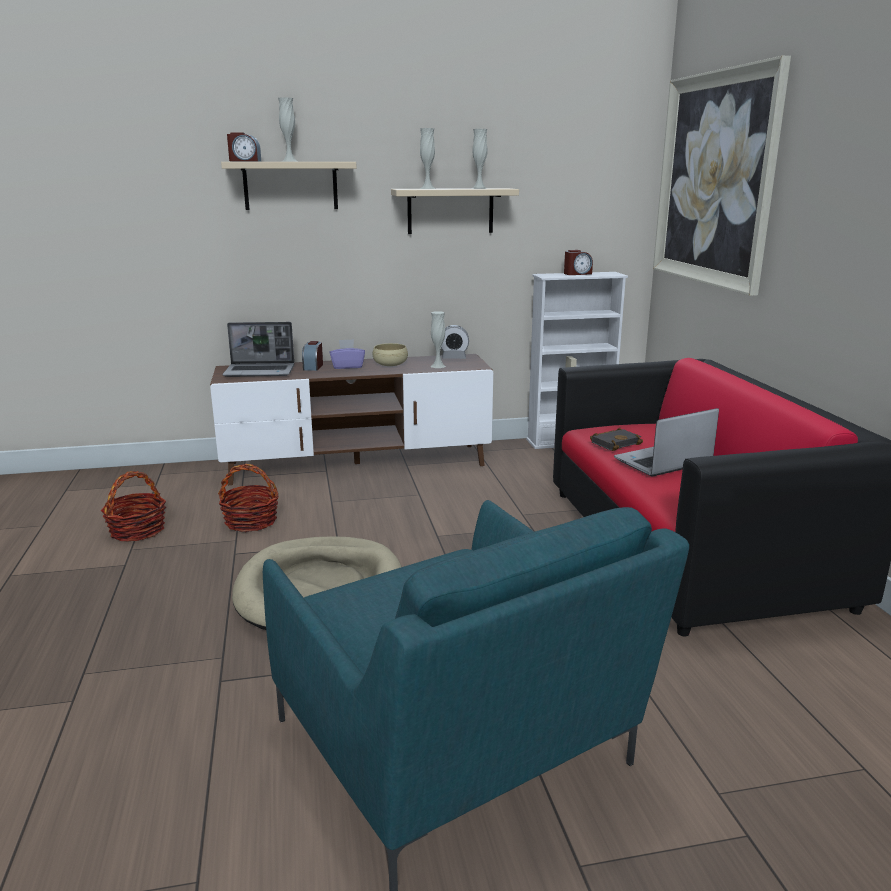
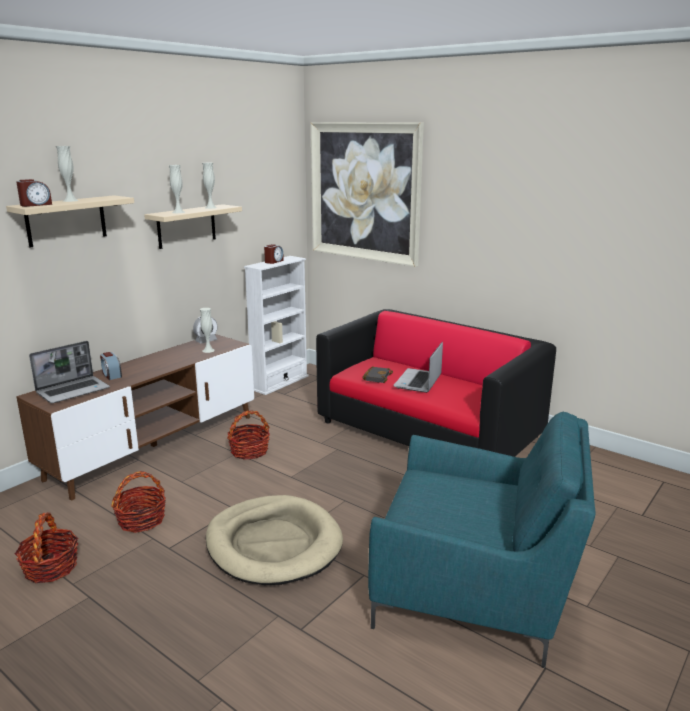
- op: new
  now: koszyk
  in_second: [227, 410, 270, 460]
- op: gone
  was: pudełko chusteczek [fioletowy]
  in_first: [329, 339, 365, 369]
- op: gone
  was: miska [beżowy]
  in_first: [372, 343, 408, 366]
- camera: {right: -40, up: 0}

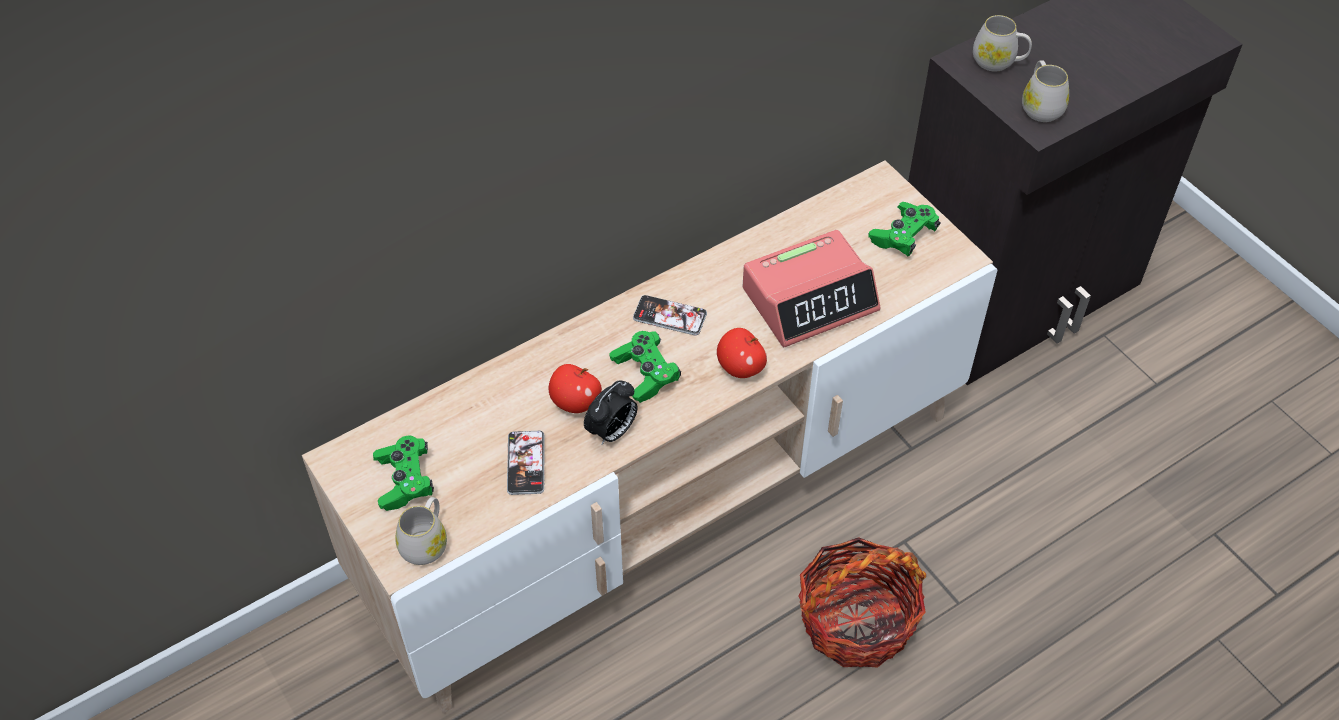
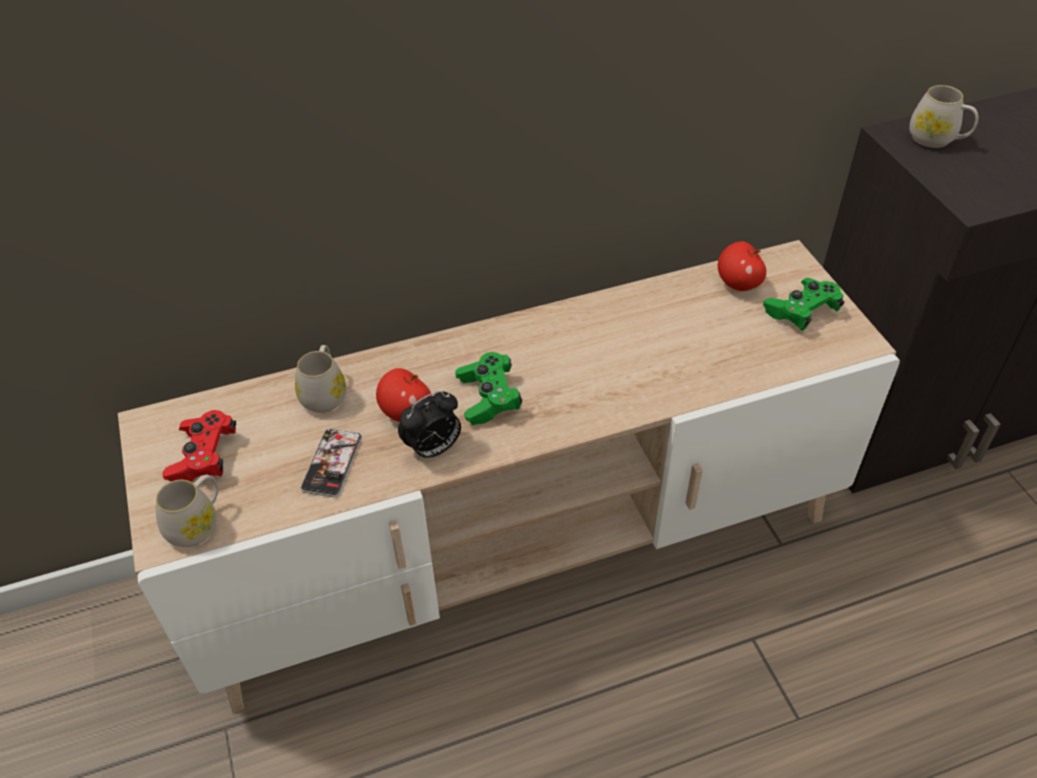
- op: repainted
  was: pad do gier [zielony]
  now: pad do gier [czerwony]
  in_first: [373, 436, 434, 511]
  in_second: [162, 410, 236, 482]
- op: shifted
  was: kubek [biały]
  in_first: [1022, 60, 1069, 122]
  in_second: [295, 345, 346, 413]
- op: shifted
  was: jabłko
  in_first: [717, 328, 767, 378]
  in_second: [718, 241, 767, 291]
- op: gone
  was: telefon
  in_first: [633, 295, 707, 335]
- op: gone
  was: budzik
  in_first: [742, 230, 880, 347]
- op: gone
  was: koszyk
  in_first: [798, 537, 926, 667]
- camera: {right: 15, up: -5}

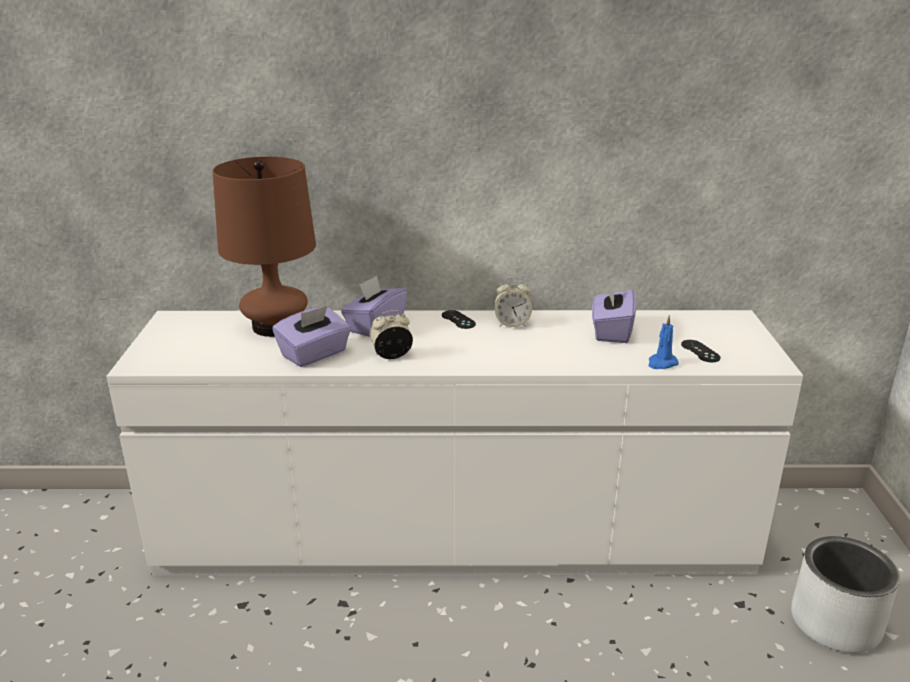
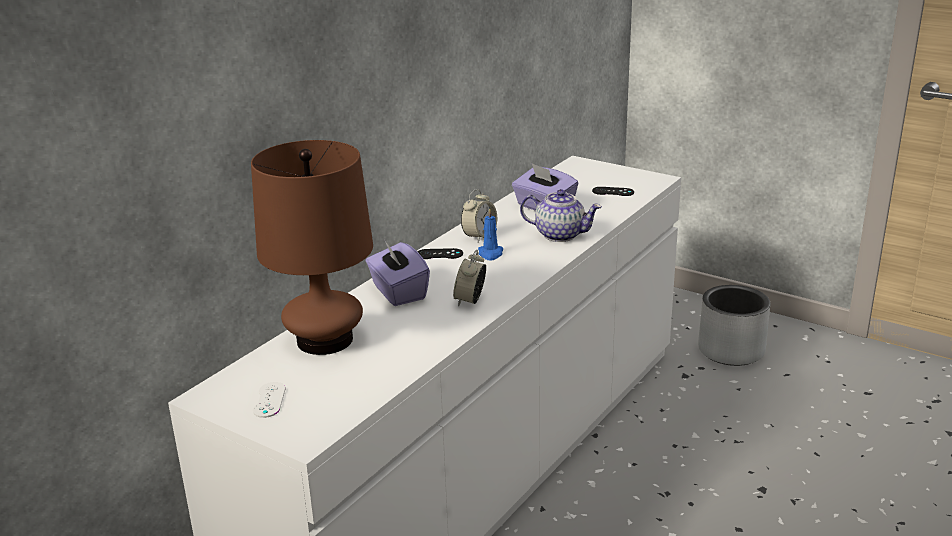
- op: new
  now: pad do gier [biały]
  in_second: [253, 382, 286, 418]
- op: shifted
  was: świeca [niebieski]
  in_first: [648, 315, 679, 369]
  in_second: [478, 208, 504, 260]
- op: new
  now: imbryk
  in_second: [520, 189, 602, 242]
- op: gone
  was: pudełko chusteczek [fioletowy]
  in_first: [272, 306, 351, 367]
- camera: {right: -55, up: 0}

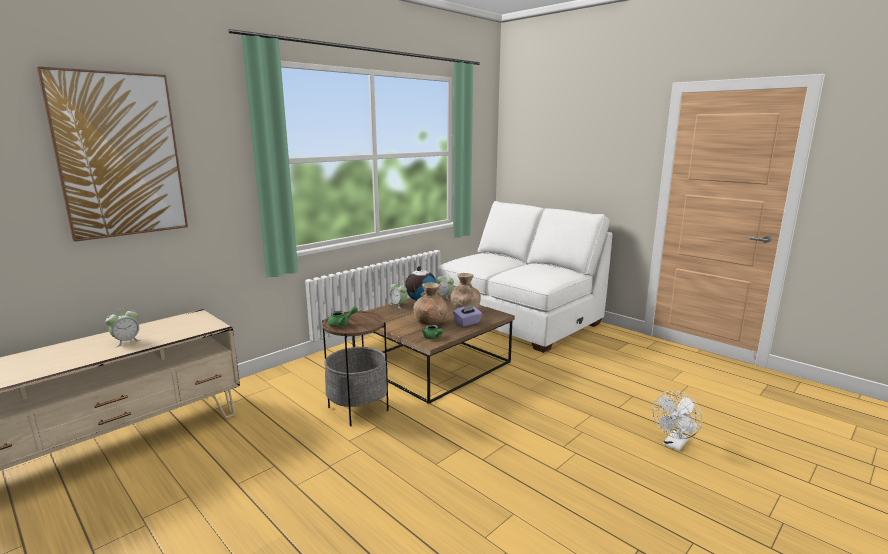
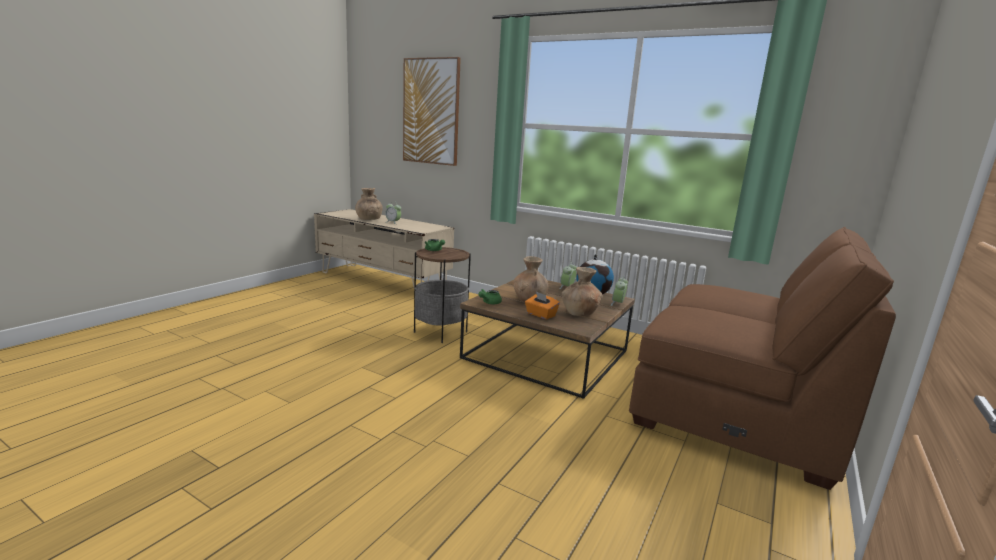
- op: new
  now: wazon [brązowy]
  in_second: [355, 188, 383, 220]
- op: repainted
  was: pudełko chusteczek [fioletowy]
  now: pudełko chusteczek [pomarańczowy]
  in_first: [453, 304, 482, 327]
  in_second: [525, 292, 560, 319]
- op: repainted
  was: kanapa [biały]
  now: kanapa [brązowy]
  in_first: [437, 201, 613, 353]
  in_second: [629, 227, 896, 490]
- op: gone
  was: wentylator [biały]
  in_first: [652, 391, 702, 451]
- camera: {right: 75, up: 0}

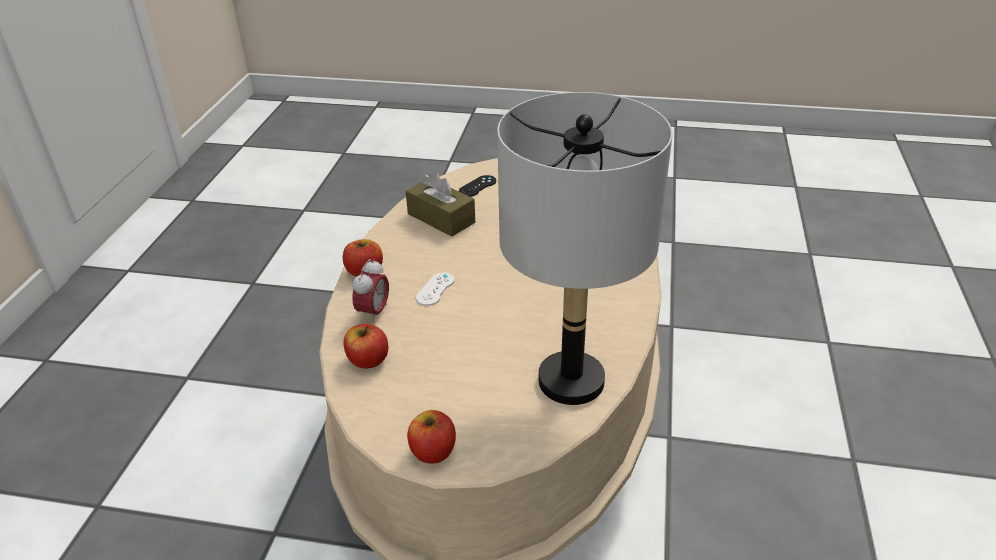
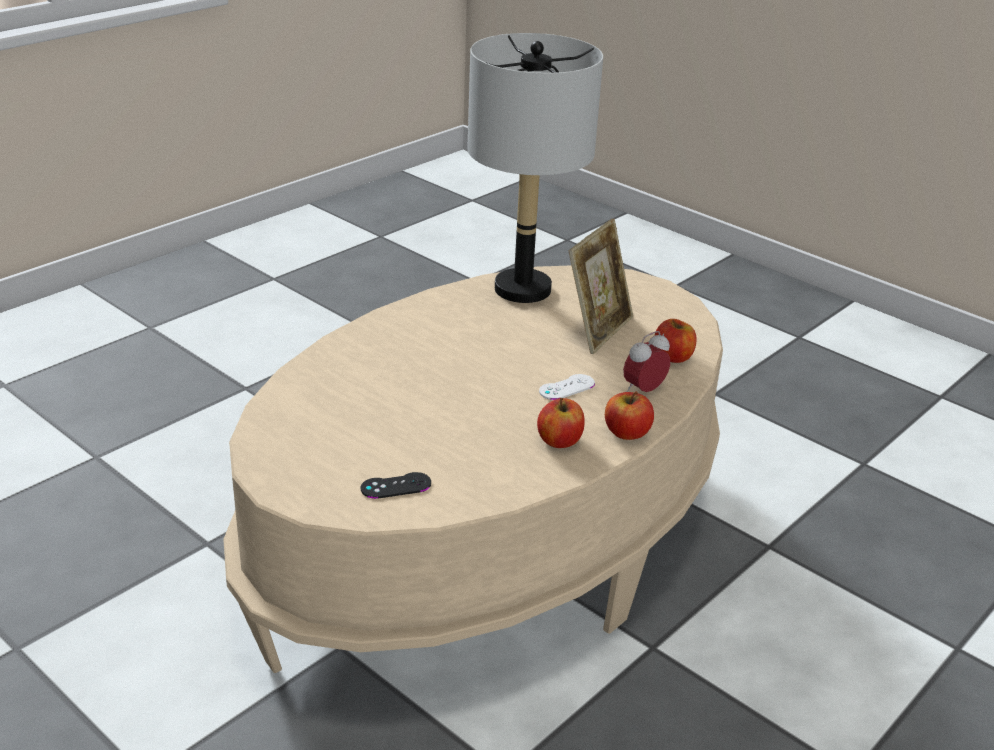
- op: shifted
  was: jabłko
  in_first: [407, 410, 456, 464]
  in_second: [537, 398, 585, 448]
- op: new
  now: ramka na zdjęcie
  in_second: [569, 218, 633, 354]
- op: gone
  was: pudełko chusteczek [brązowy]
  in_first: [406, 171, 475, 237]
- camera: {right: -150, up: -5}

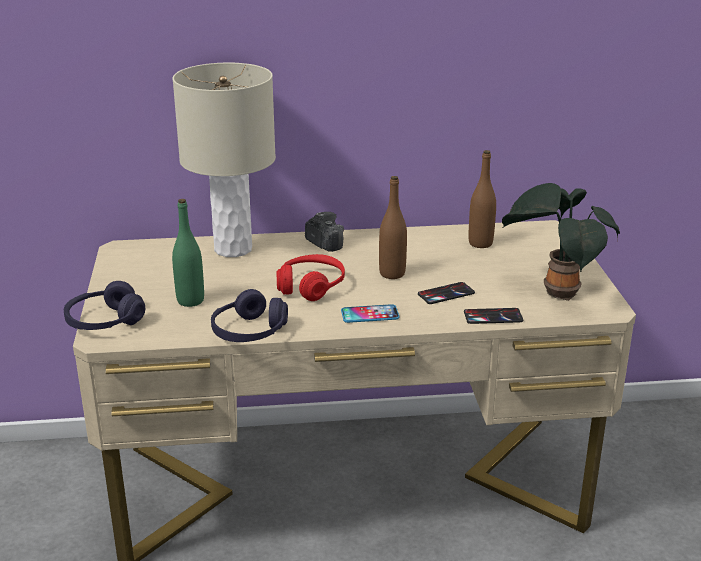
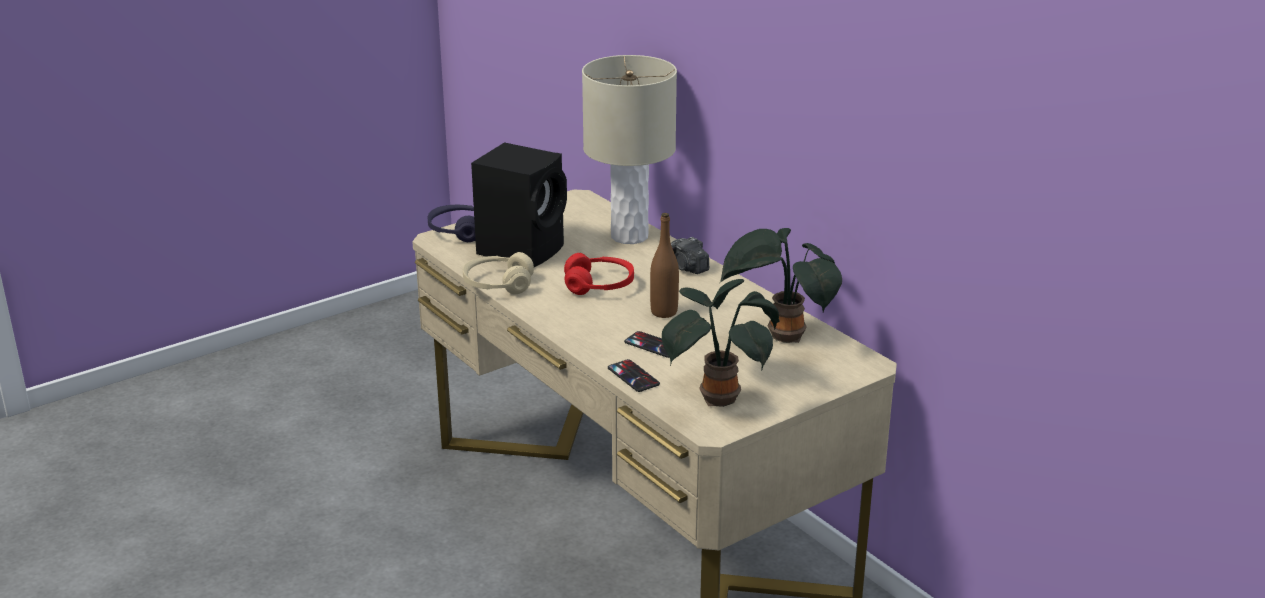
- op: repainted
  was: słuchawki [fioletowy]
  now: słuchawki [beżowy]
  in_first: [211, 289, 288, 342]
  in_second: [463, 252, 534, 294]
- op: swapped
  was: butelka [zielony]
  now: głośnik [czarny]
  in_first: [172, 199, 204, 307]
  in_second: [471, 142, 567, 267]
- op: rotated
  was: aparat fotograficzny
  in_first: [305, 212, 344, 252]
  in_second: [671, 237, 709, 274]
  clockwise: 120
- op: swapped
  was: butelka [brązowy]
  now: roślina doniczkowa
  in_first: [469, 150, 496, 248]
  in_second: [721, 228, 842, 343]
- op: gone
  was: telefon
  in_first: [341, 304, 399, 323]
- camera: {right: 60, up: 0}

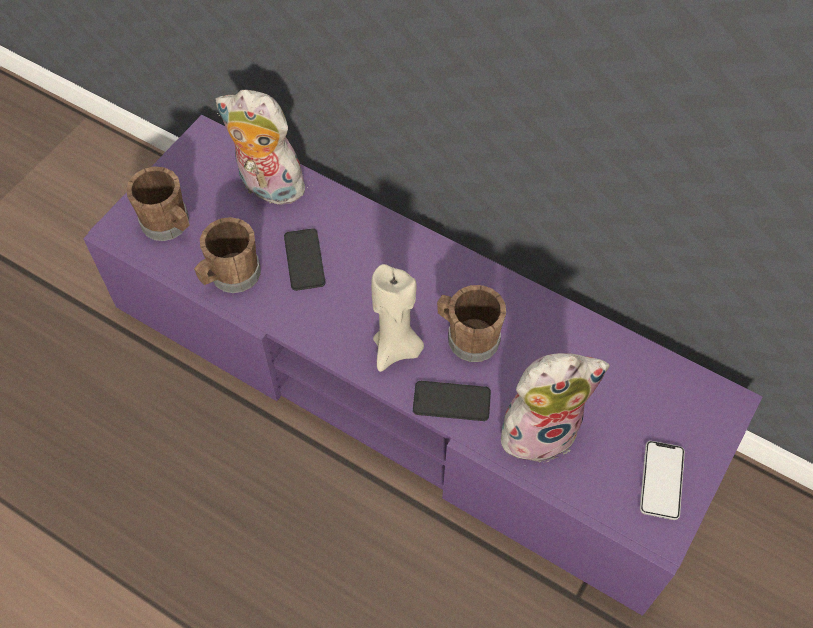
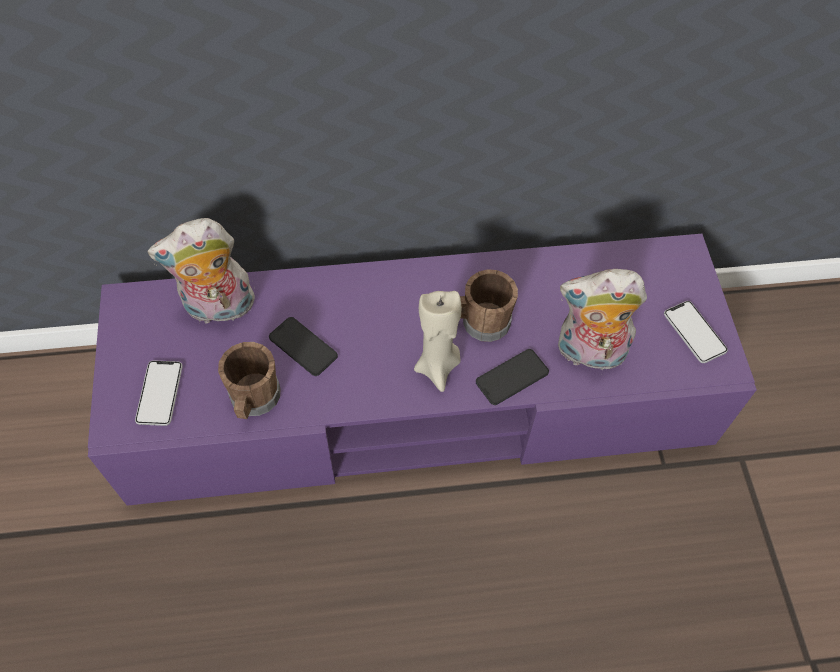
- op: swapped
  was: kubek [brązowy]
  now: telefon
  in_first: [126, 166, 190, 241]
  in_second: [135, 360, 183, 426]
- op: rotated
  was: pluszak
  in_first: [501, 353, 610, 463]
  in_second: [558, 269, 647, 375]
  clockwise: -120
- camera: {right: -40, up: 0}

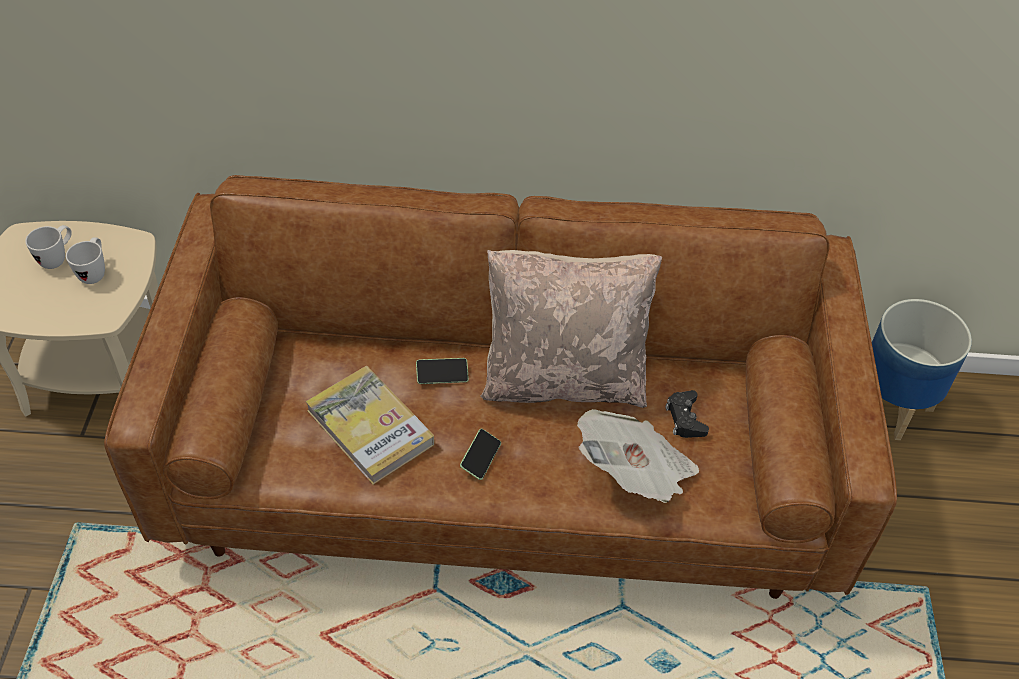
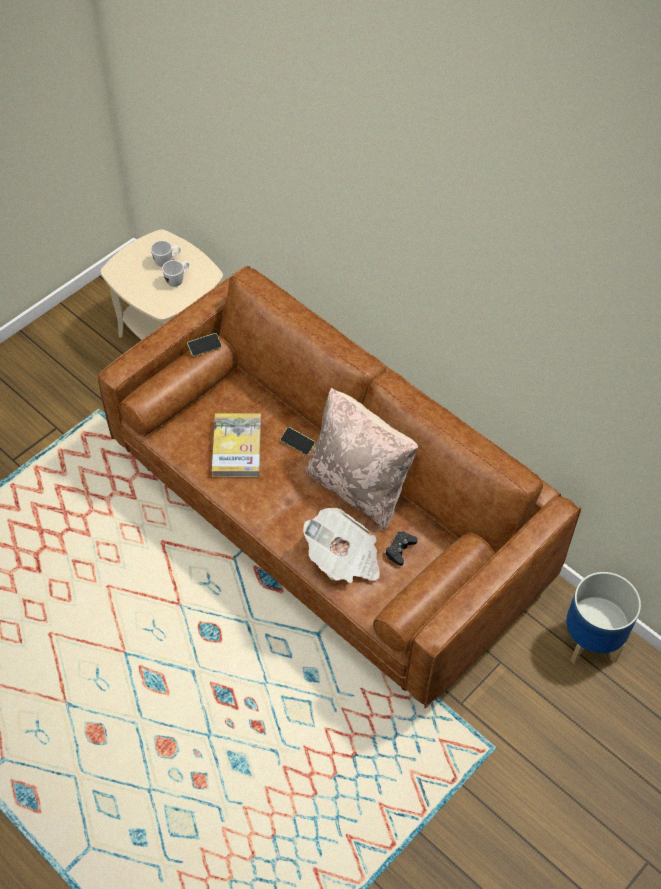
- op: shifted
  was: telefon
  in_first: [460, 429, 501, 480]
  in_second: [187, 333, 222, 356]
- camera: {right: 40, up: 5}

